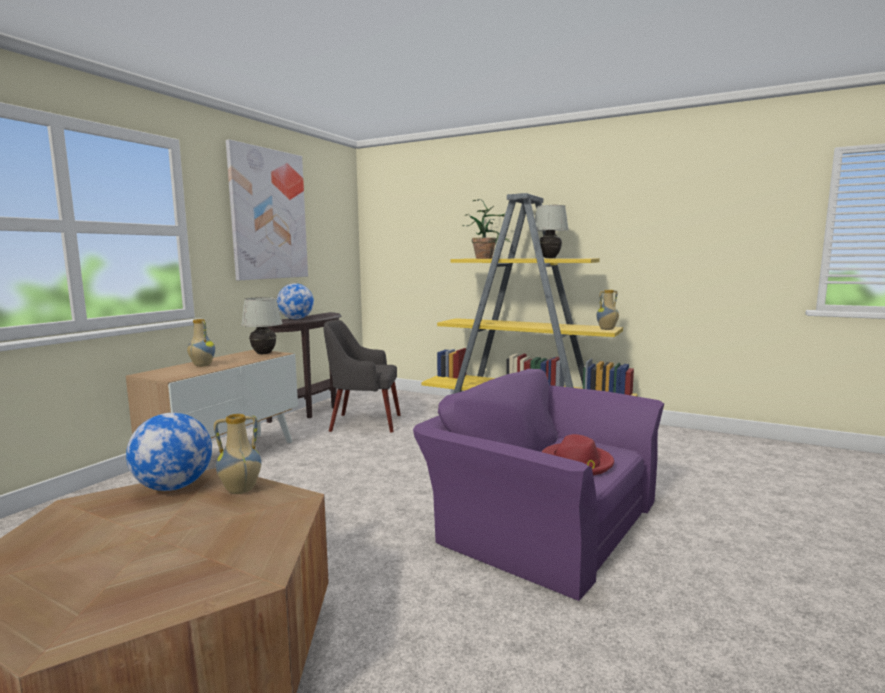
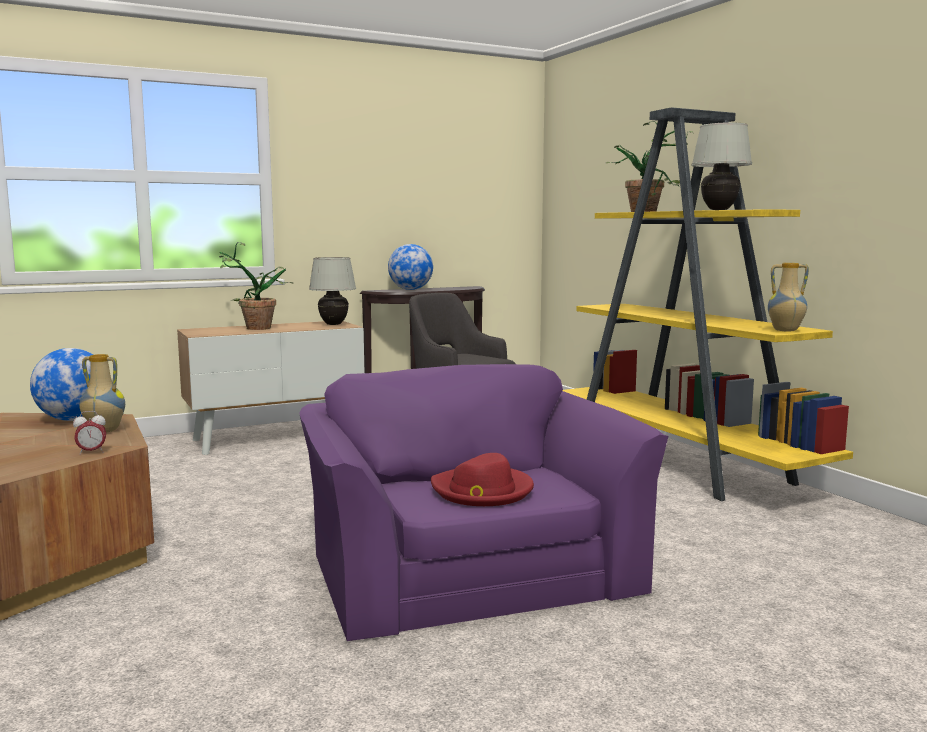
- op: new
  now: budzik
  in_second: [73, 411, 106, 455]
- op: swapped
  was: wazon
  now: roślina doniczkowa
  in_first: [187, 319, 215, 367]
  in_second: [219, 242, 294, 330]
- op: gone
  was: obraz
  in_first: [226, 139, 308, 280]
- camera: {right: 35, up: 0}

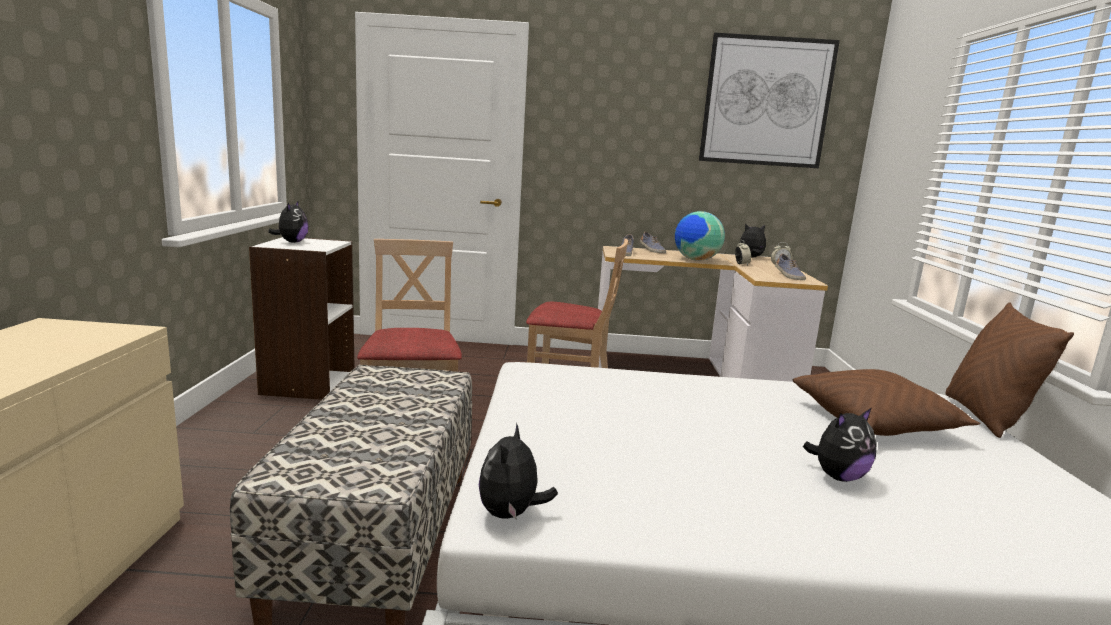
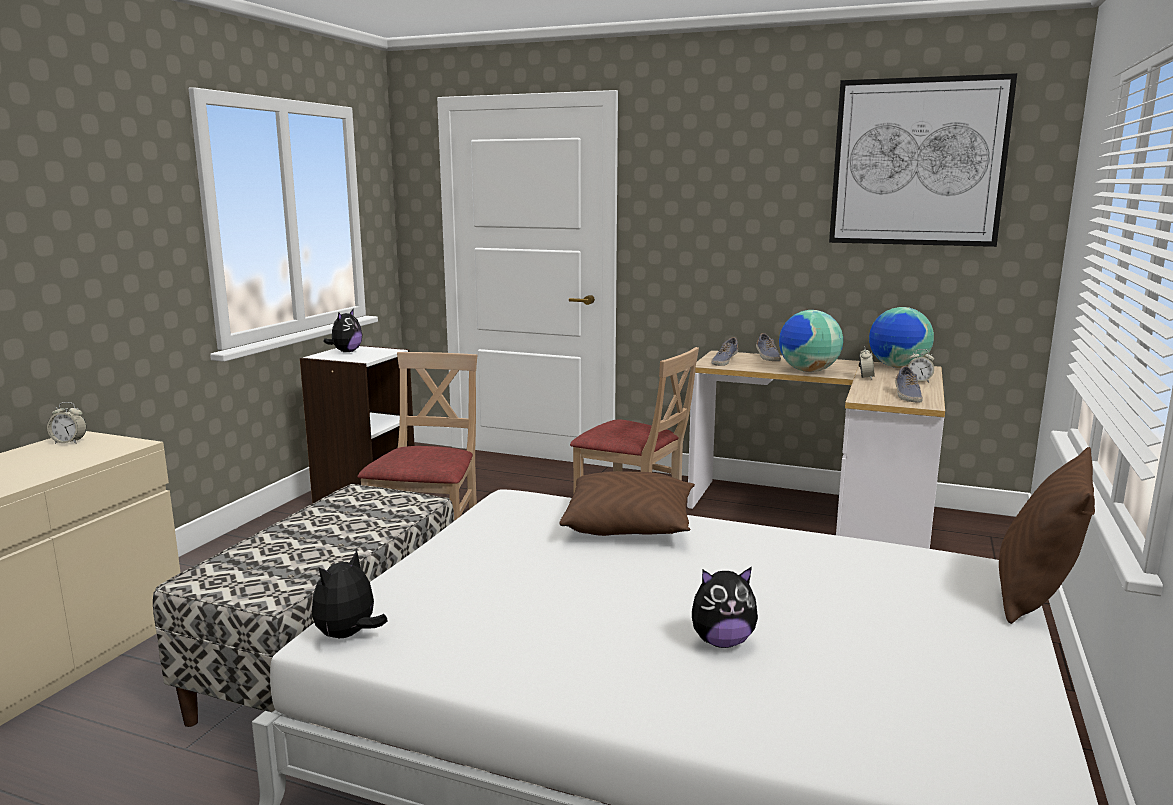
- op: new
  now: budzik
  in_second: [47, 402, 87, 444]
- op: shifted
  was: poduszka [brązowy]
  in_first: [793, 369, 980, 436]
  in_second: [560, 471, 695, 536]
- op: swapped
  was: pluszak
  now: globus
  in_first: [740, 223, 766, 258]
  in_second: [869, 307, 934, 368]
- camera: {right: 20, up: 0}

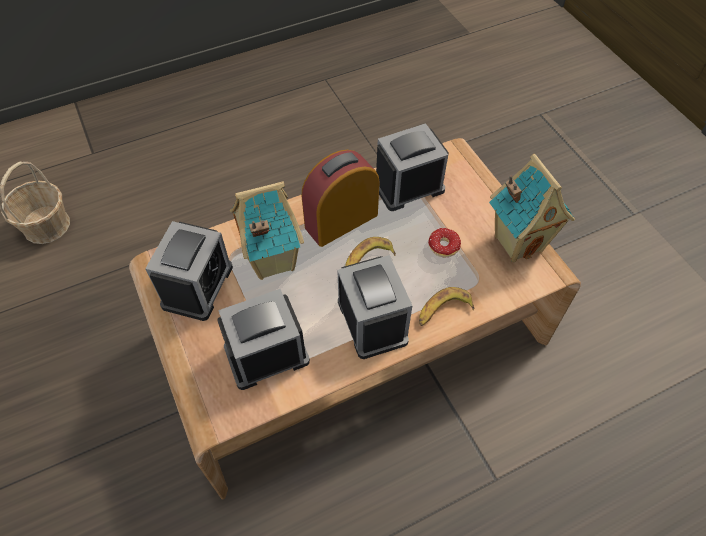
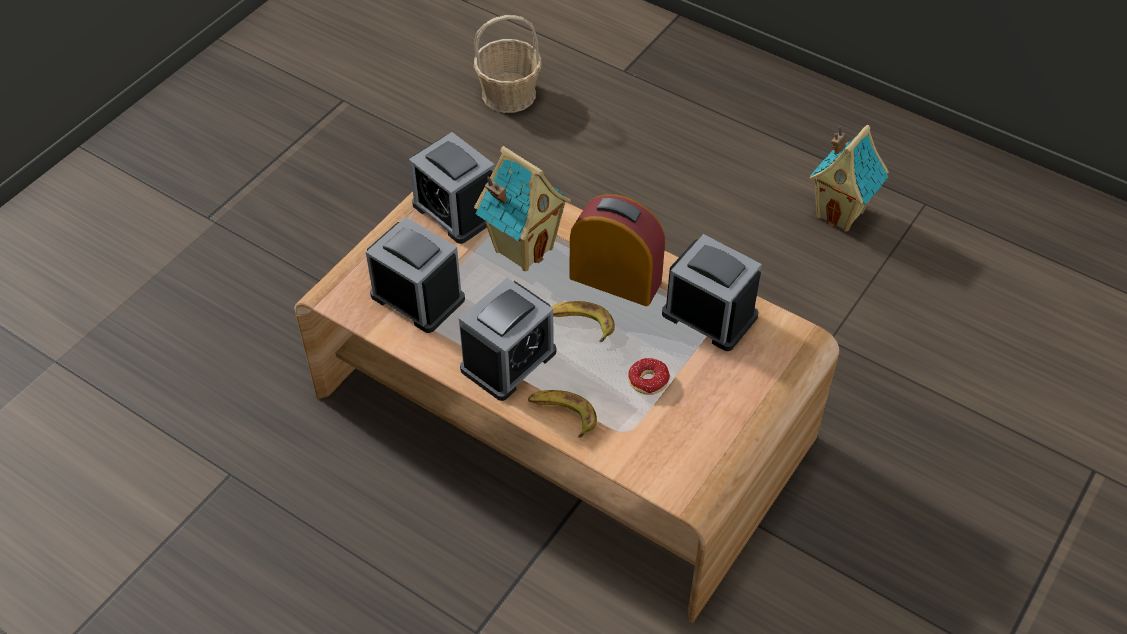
- op: rotated
  was: budzik
  in_first: [145, 221, 233, 321]
  in_second: [409, 132, 495, 244]
  clockwise: 60
- op: shifted
  was: domek
  in_first: [489, 154, 575, 262]
  in_second: [809, 125, 889, 232]
- camera: {right: 60, up: -5}

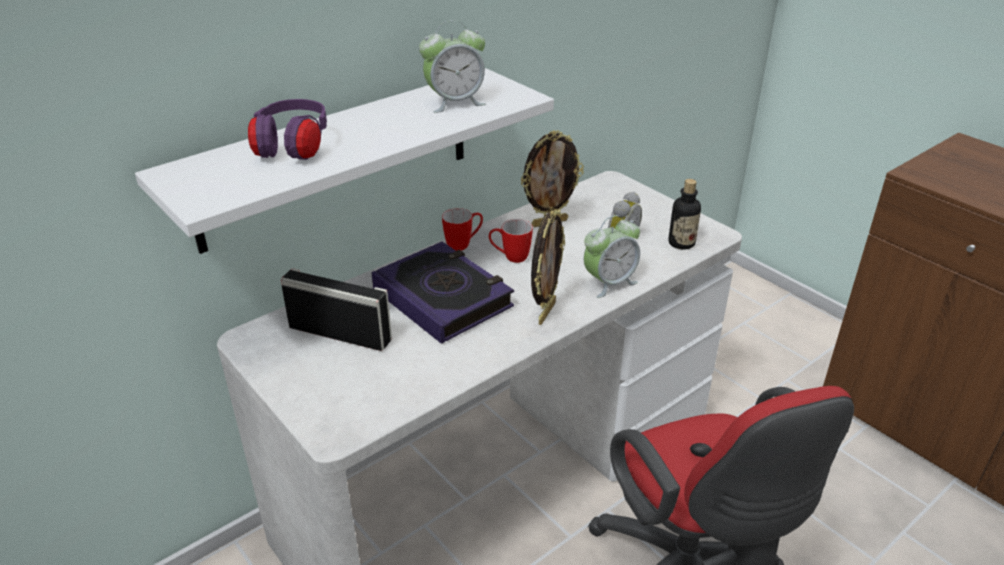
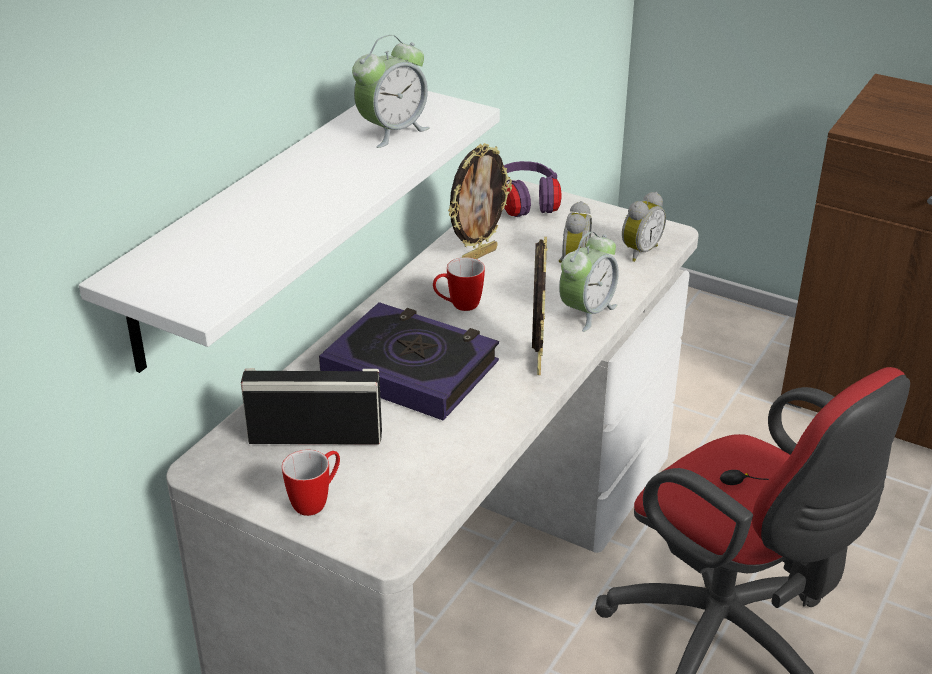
- op: shifted
  was: kubek
  in_first: [442, 208, 483, 251]
  in_second: [282, 450, 340, 516]
- op: shifted
  was: słuchawki [fioletowy]
  in_first: [248, 99, 327, 160]
  in_second: [504, 161, 561, 217]
- op: swapped
  was: butelka
  now: budzik
  in_first: [669, 179, 701, 250]
  in_second: [622, 192, 666, 262]
- camera: {right: -20, up: 0}

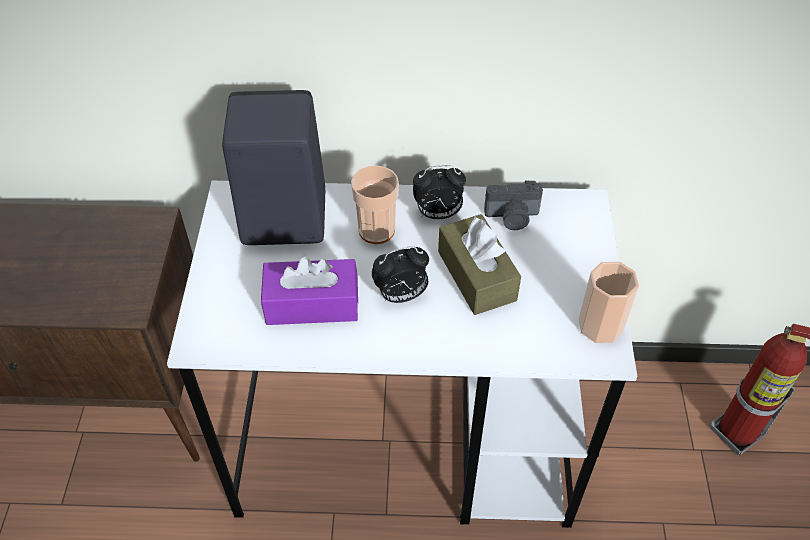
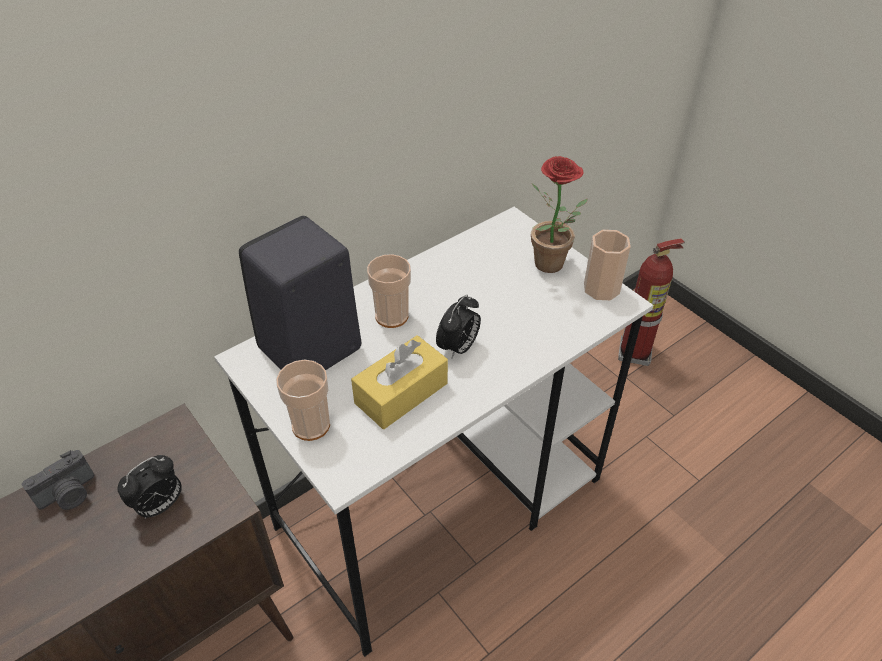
- op: shifted
  was: aparat fotograficzny
  in_first: [484, 181, 543, 230]
  in_second: [22, 450, 94, 510]
- op: shifted
  was: budzik
  in_first: [413, 165, 466, 219]
  in_second: [118, 455, 182, 519]
- op: new
  now: filiżanka
  in_second: [276, 360, 330, 441]
- op: repainted
  was: pudełko chusteczek [fioletowy]
  now: pudełko chusteczek [żółty]
  in_first: [261, 257, 358, 325]
  in_second: [351, 335, 448, 429]
- op: new
  now: roślina doniczkowa
  in_second: [531, 156, 588, 273]
- op: gone
  was: pudełko chusteczek [brązowy]
  in_first: [438, 214, 521, 315]
- camera: {right: -40, up: -5}

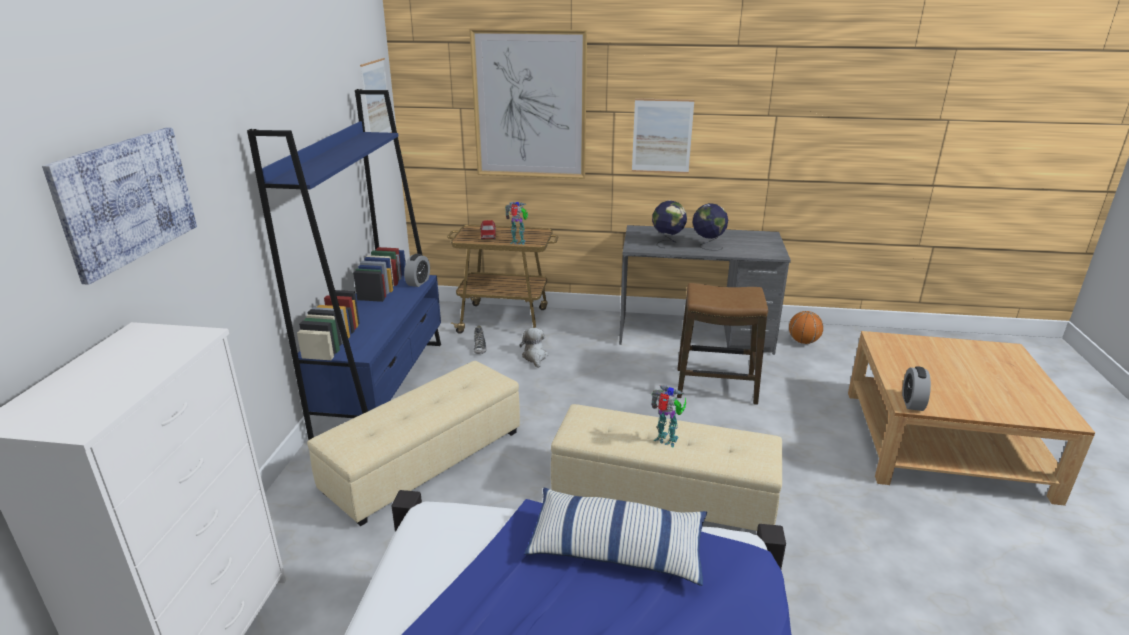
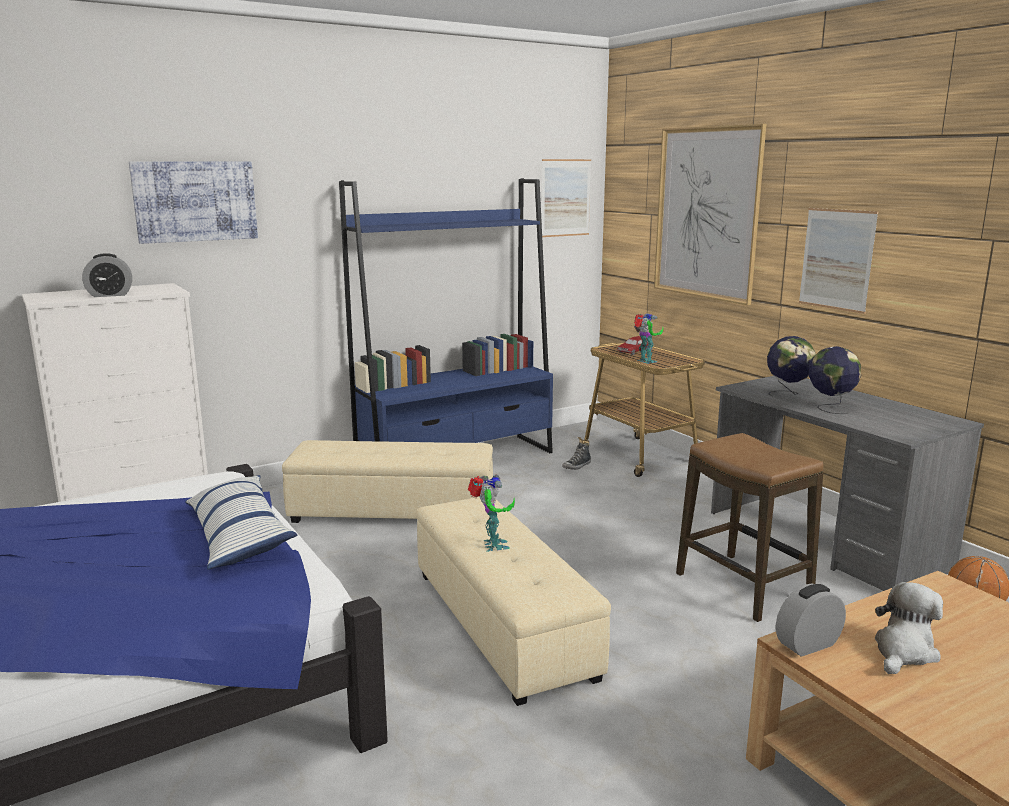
- op: shifted
  was: budzik
  in_first: [404, 254, 430, 287]
  in_second: [82, 253, 132, 297]
- op: shifted
  was: pluszak
  in_first: [519, 328, 548, 368]
  in_second: [875, 582, 943, 674]
- camera: {right: 50, up: -10}

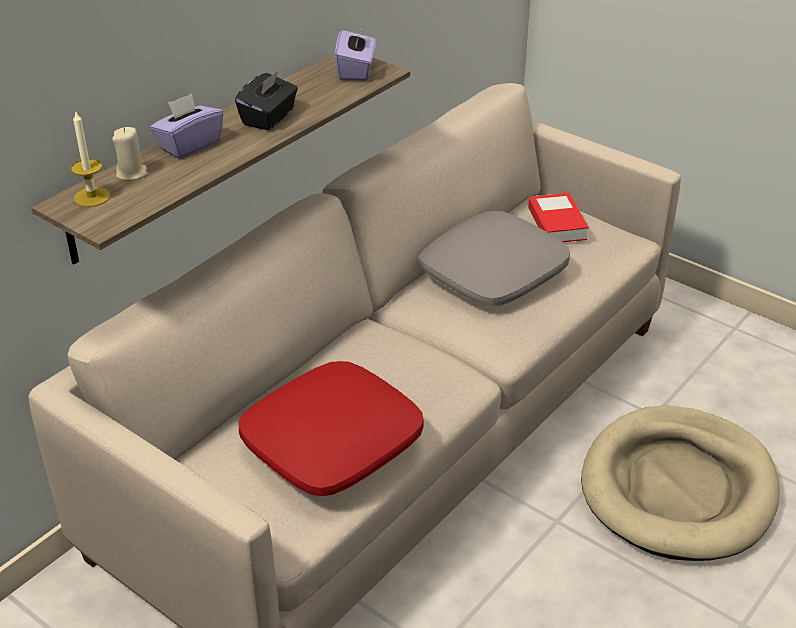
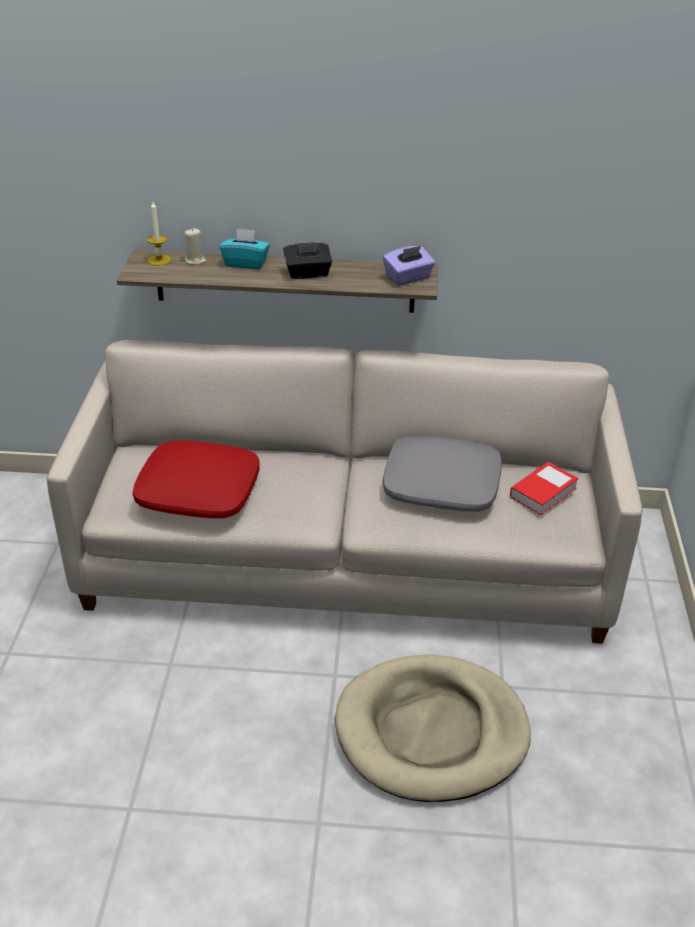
- op: repainted
  was: pudełko chusteczek [fioletowy]
  now: pudełko chusteczek [turkusowy]
  in_first: [150, 93, 223, 159]
  in_second: [219, 228, 270, 270]
- camera: {right: 55, up: 0}

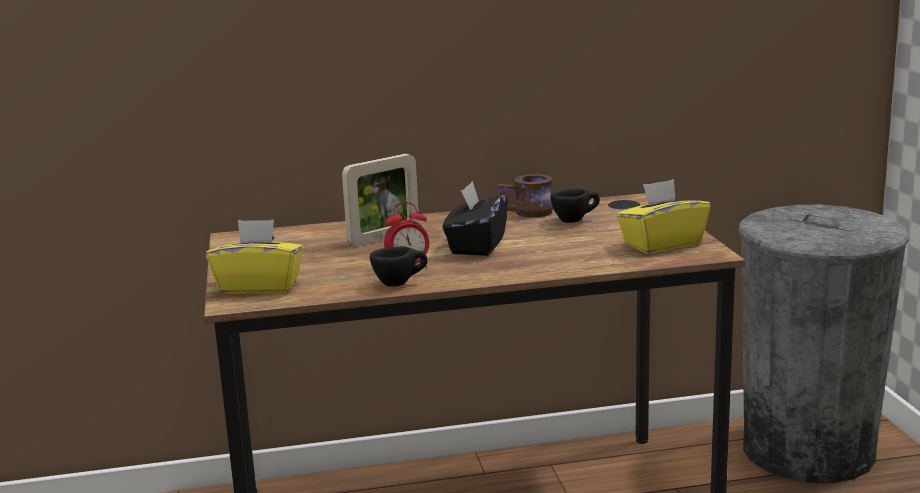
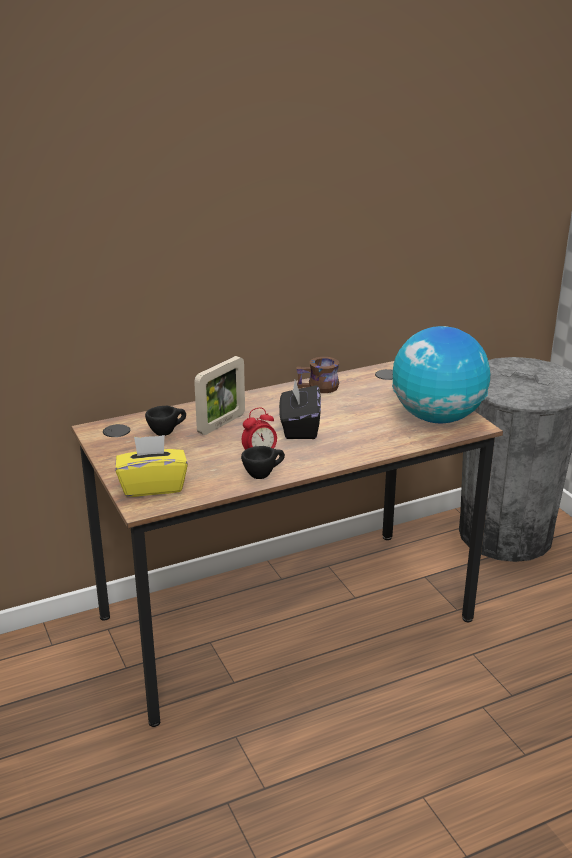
- op: shifted
  was: filiżanka [czarny]
  in_first: [550, 189, 600, 223]
  in_second: [145, 406, 186, 436]
- op: swapped
  was: pudełko chusteczek [żółty]
  now: globus
  in_first: [616, 179, 711, 254]
  in_second: [392, 326, 490, 424]
- camera: {right: -15, up: 10}

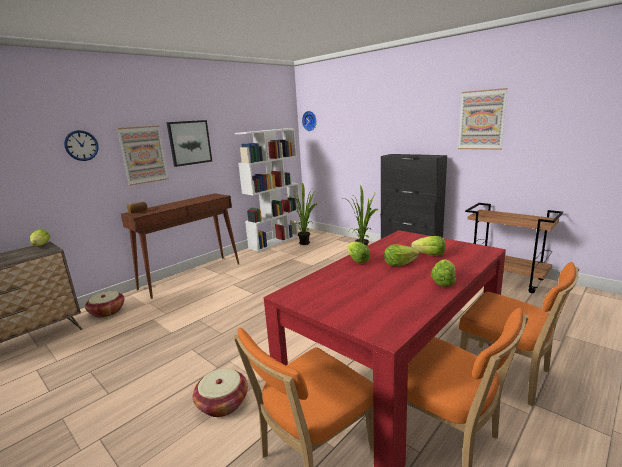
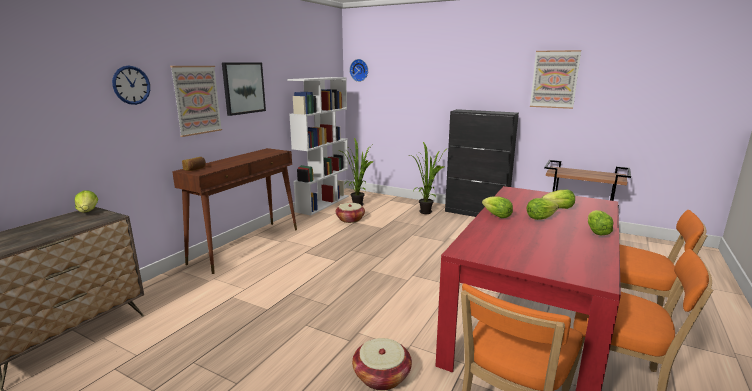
- op: shifted
  was: koszyk
  in_first: [85, 291, 124, 318]
  in_second: [335, 203, 365, 223]
- camera: {right: -15, up: 0}

